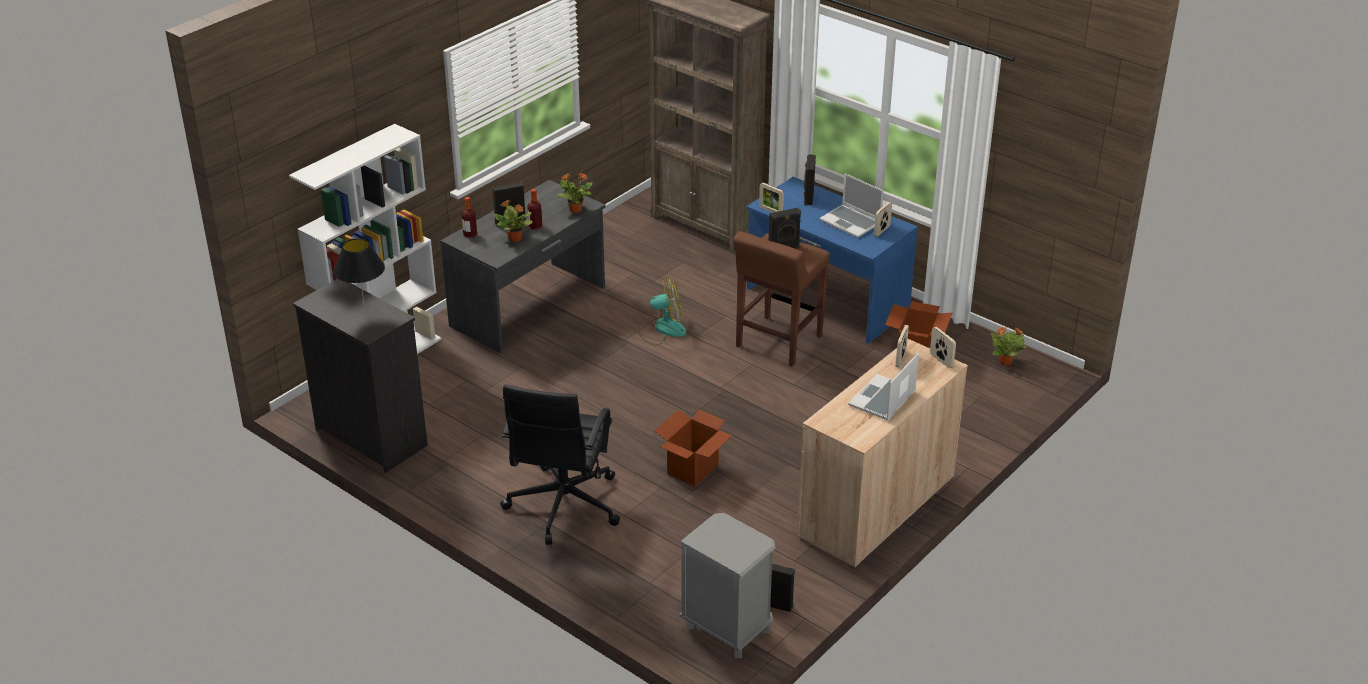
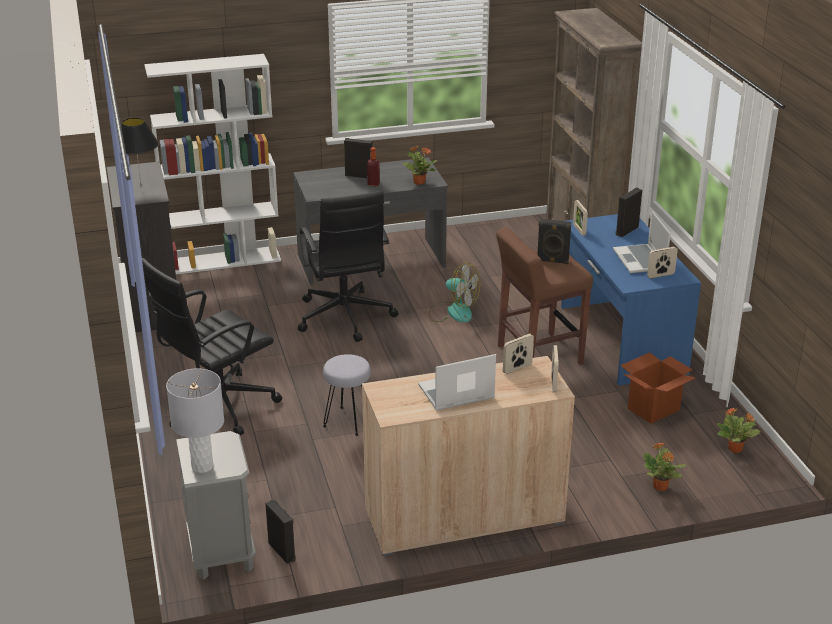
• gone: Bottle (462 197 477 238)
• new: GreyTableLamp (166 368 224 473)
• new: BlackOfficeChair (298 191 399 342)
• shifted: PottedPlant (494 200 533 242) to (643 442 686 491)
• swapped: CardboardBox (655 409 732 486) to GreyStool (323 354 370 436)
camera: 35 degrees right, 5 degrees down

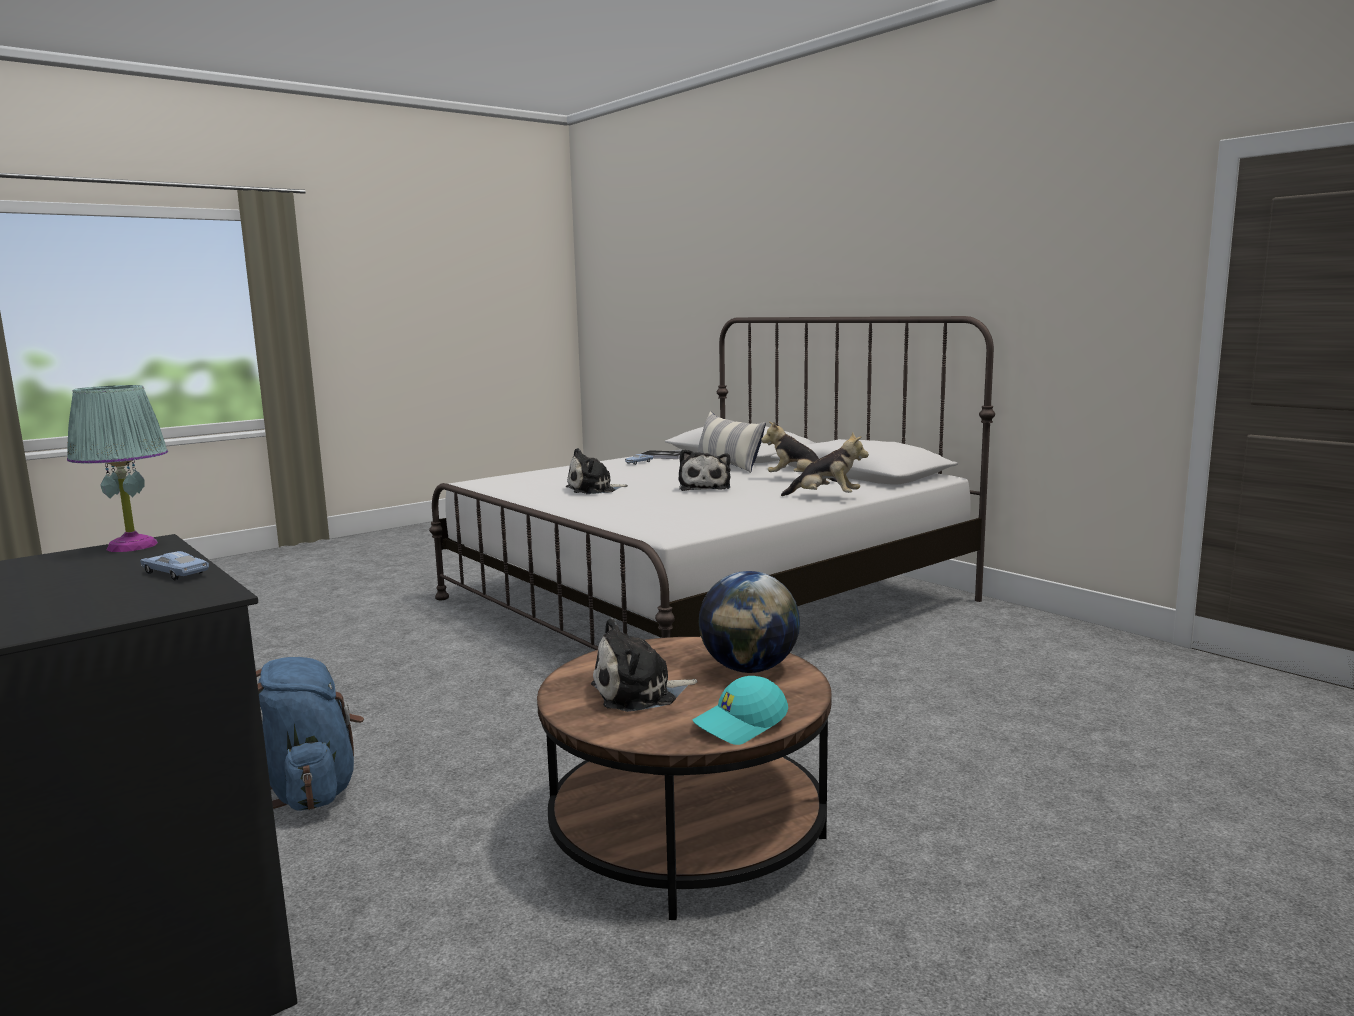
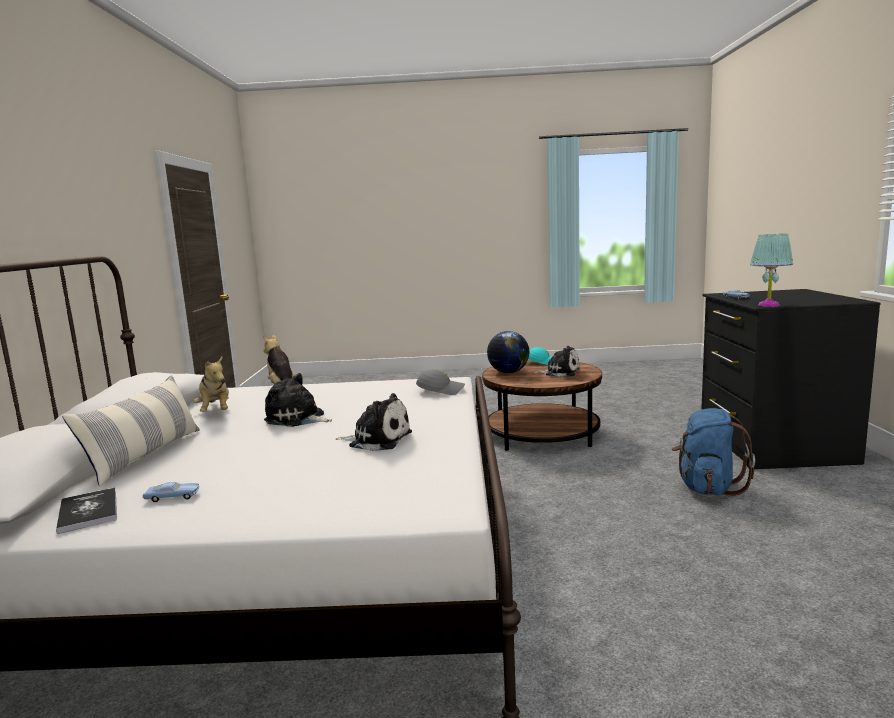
• new: GreyCap (416 369 465 395)
• rotated: PlushToy (678 449 731 491) = (264 373 332 427) 105 degrees counterclockwise
camera: 140 degrees left, 0 degrees up

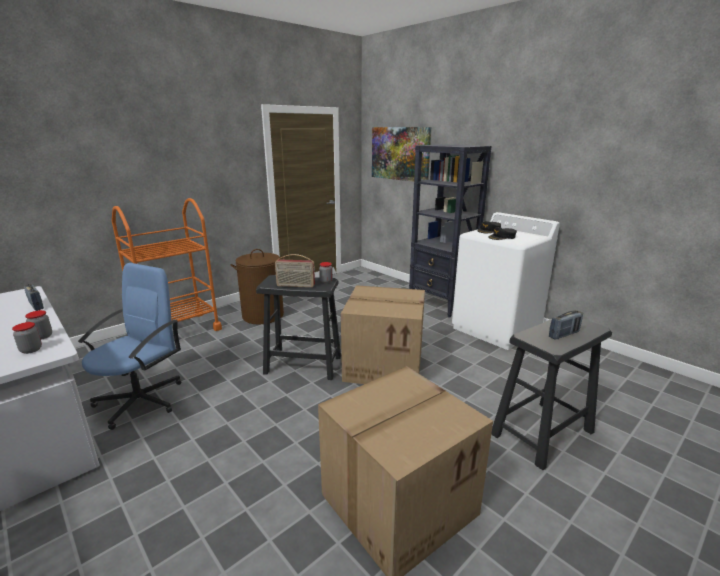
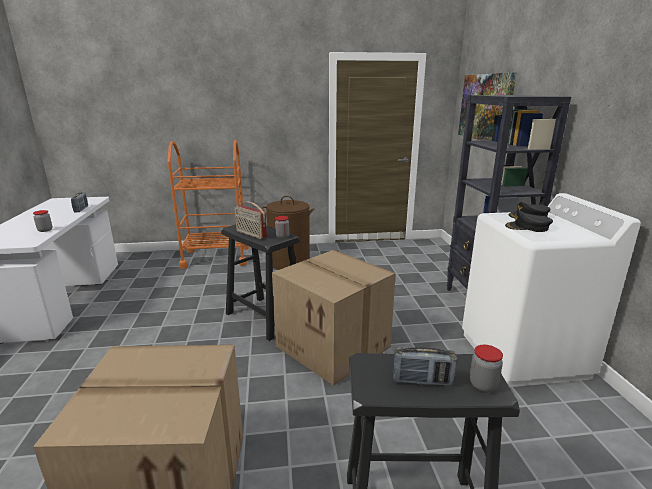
• gone: BlueOfficeChair (78 263 181 430)
• shifted: Jar (12 322 42 354) to (469 345 503 392)
camera: 35 degrees right, 0 degrees up

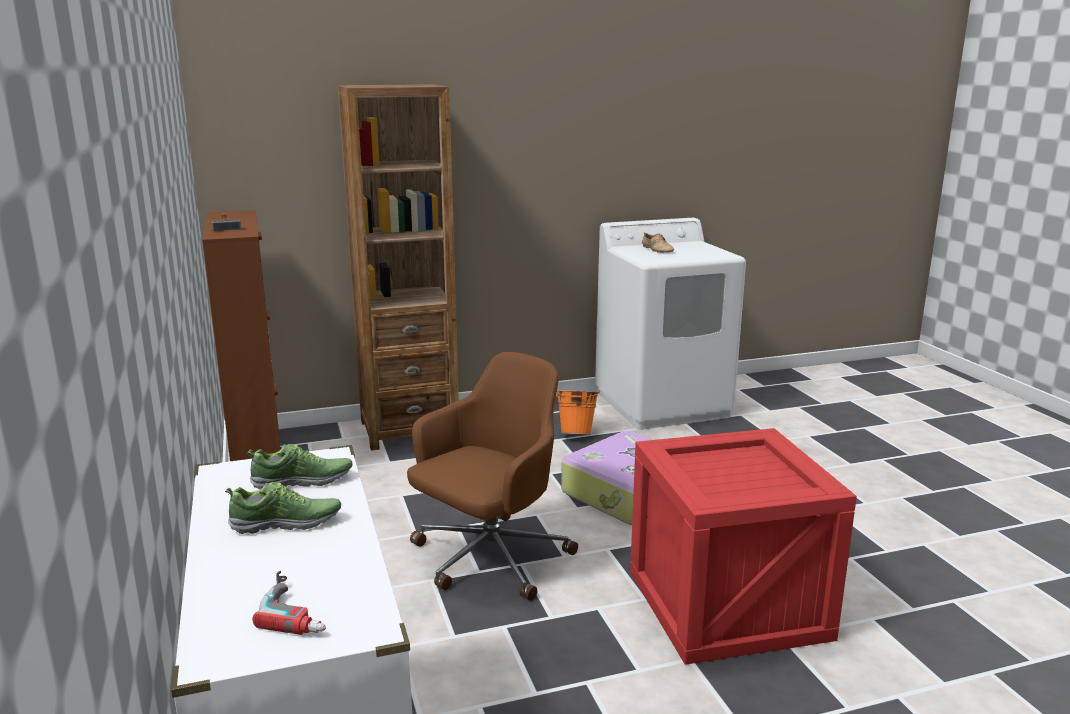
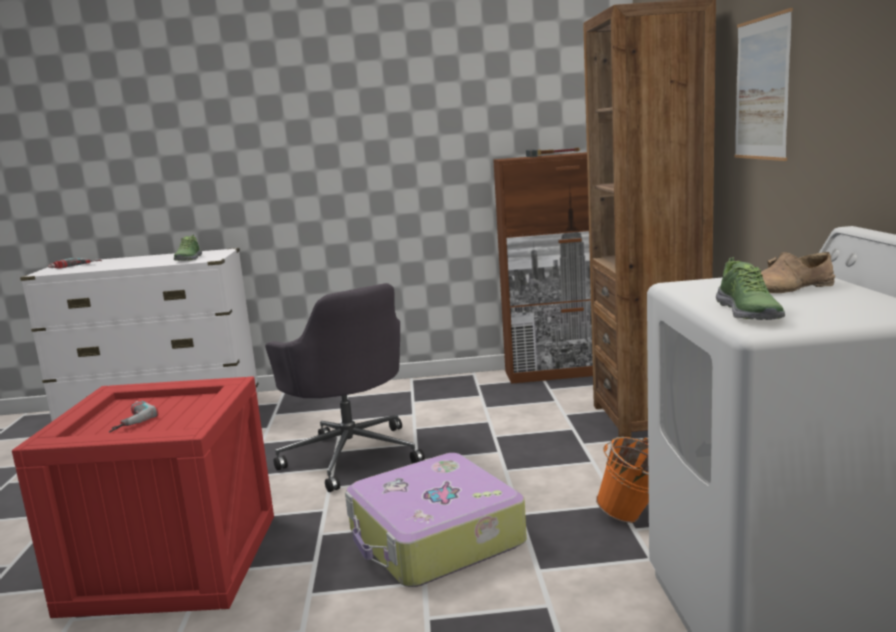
• new: PowerDrill (109 401 158 433)
• new: Picture (734 8 793 161)
• shifted: Shoe (225 482 341 534) to (716 257 785 320)
• repainted: BrownOfficeChair (407 352 578 601) to GreyOfficeChair (265 283 425 492)
camera: 105 degrees right, 5 degrees down

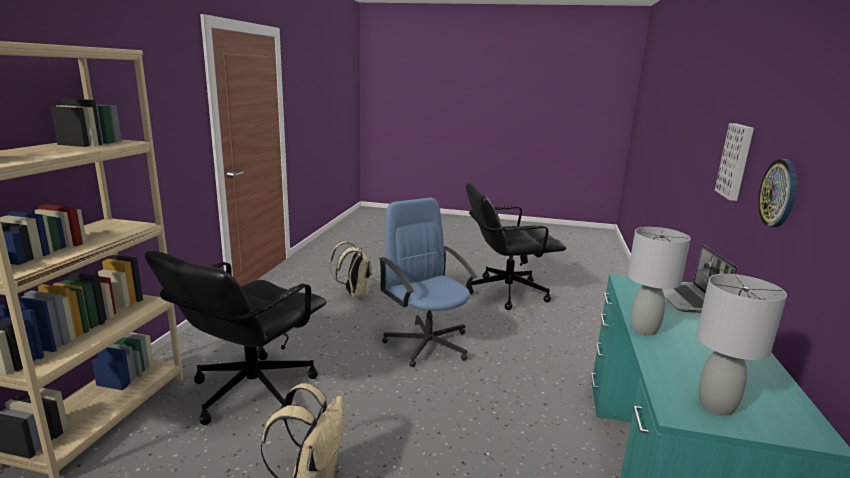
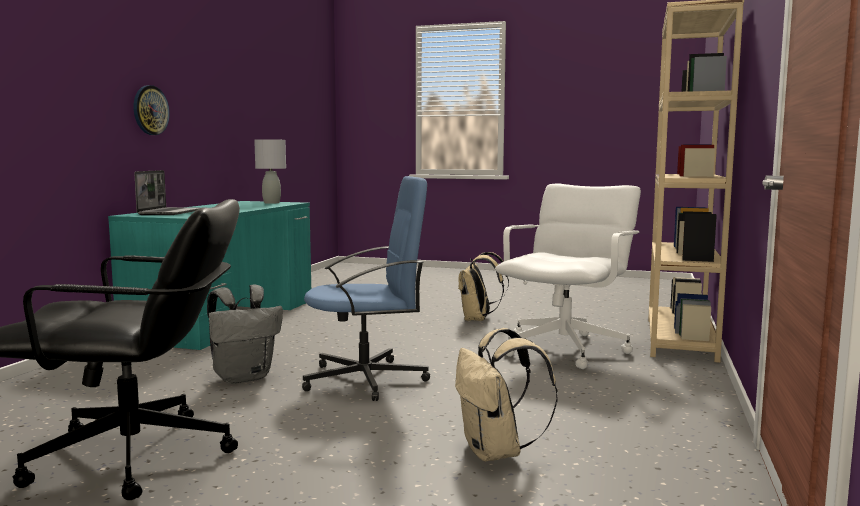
• gone: GreyTableLamp (628 227 691 335)
• gone: Picture (715 123 754 201)
• new: GreyBackpack (207 284 283 384)
• repainted: BlackOfficeChair (145 251 326 425) to WhiteOfficeChair (495 184 641 369)
• rotated: BlueOfficeChair (379 197 478 367) = (302 176 430 401) 75 degrees counterclockwise
camera: 175 degrees left, 10 degrees down

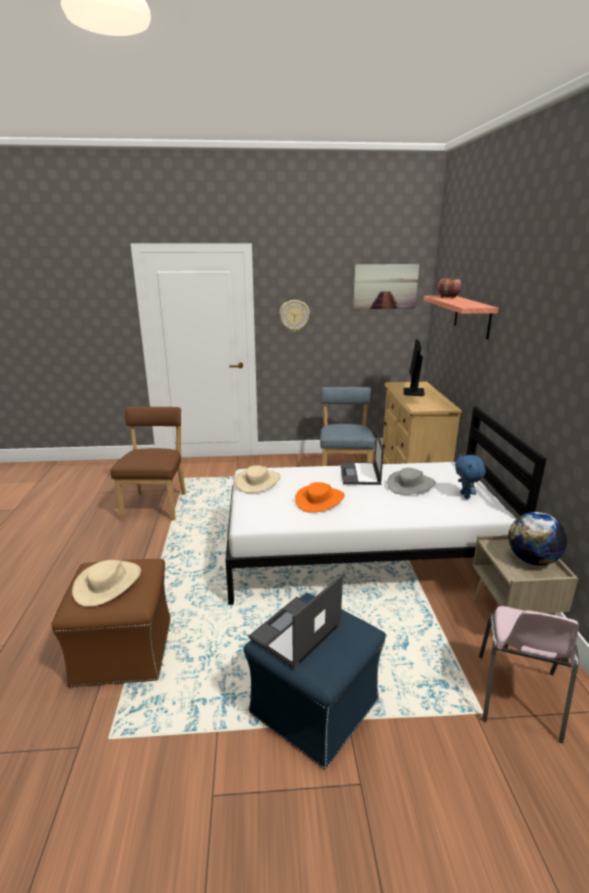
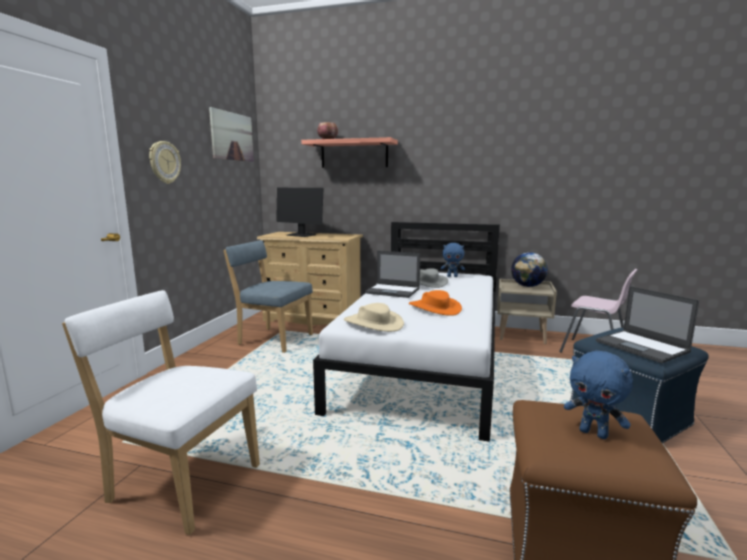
• swapped: BeigeHat (72 560 141 607) to BluePlushToy (564 351 633 439)
• repainted: BrownChair (111 407 186 520) to WhiteChair (62 290 260 535)
camera: 70 degrees left, 10 degrees down

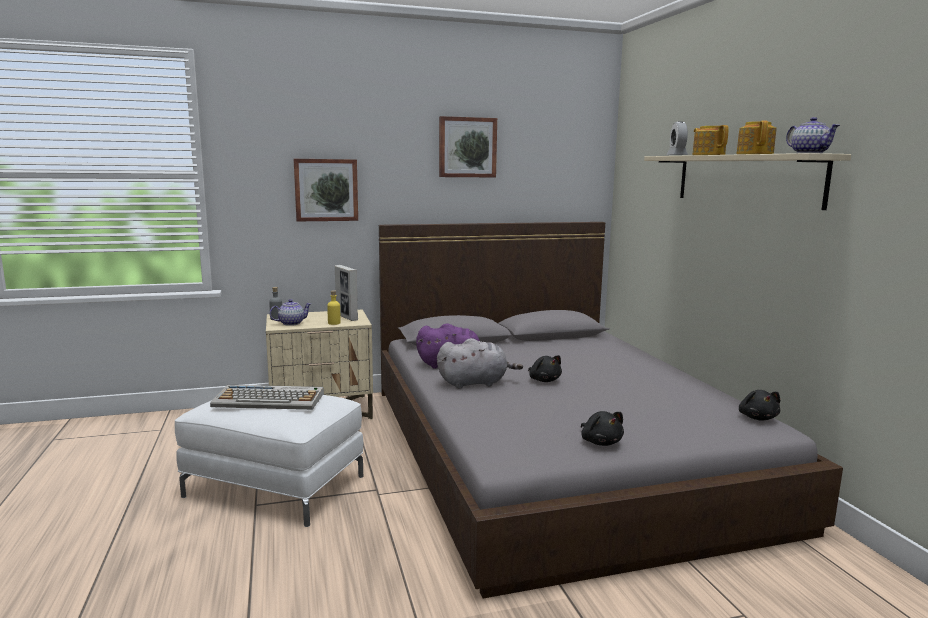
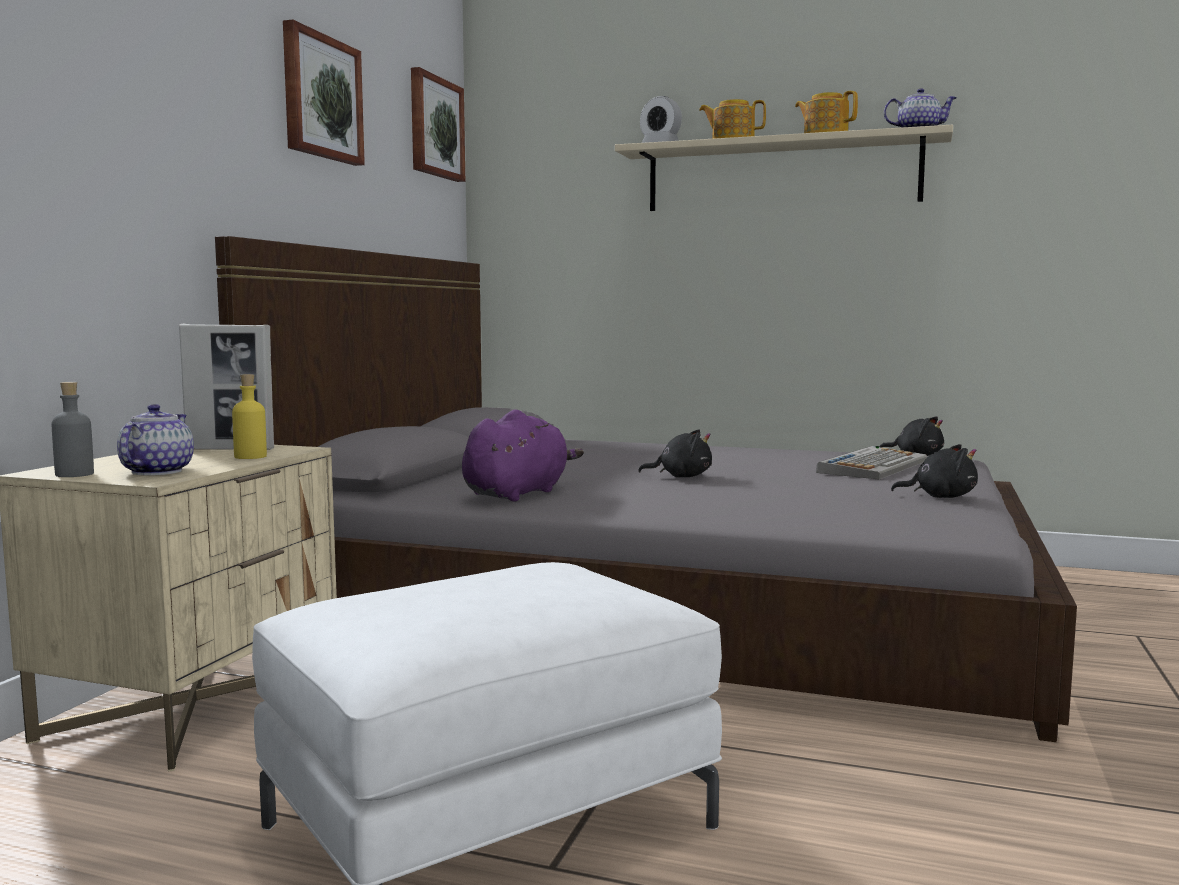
• gone: GreyPlushToy (437 338 523 389)
• shifted: Keyboard (210 385 324 410) to (816 446 927 479)
• shifted: Picture (294 159 358 221) to (411 67 465 182)
camera: 55 degrees left, 5 degrees down

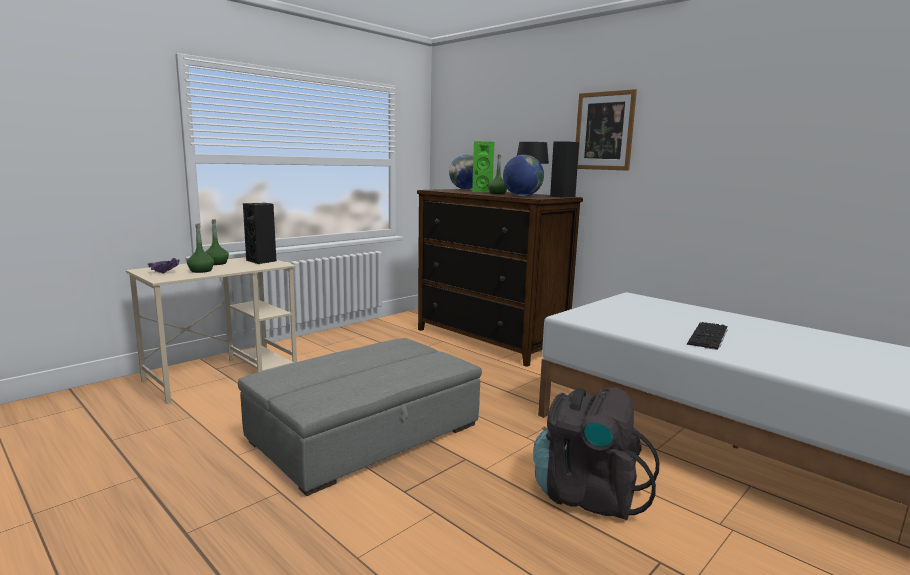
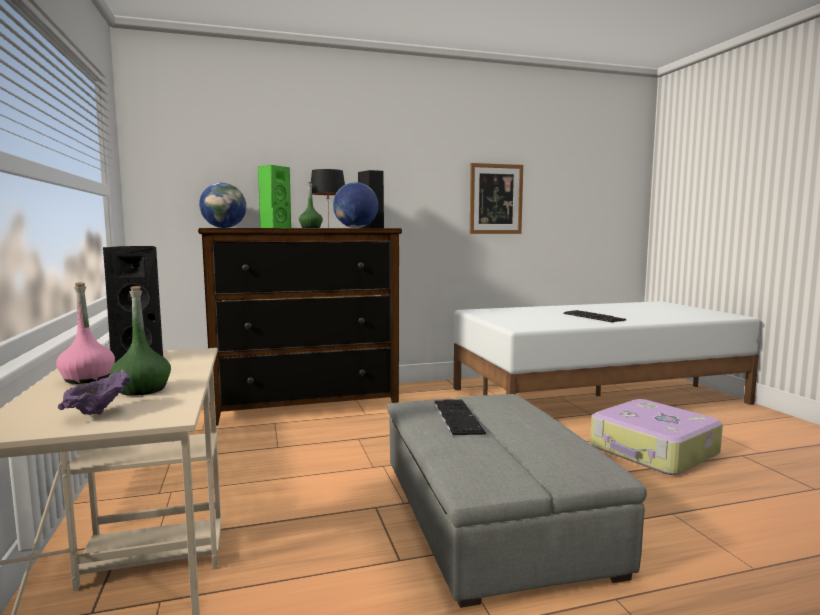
• new: Keyboard (435 400 486 436)
• shifted: Picture (576 89 637 171) to (470 163 523 234)
• swapped: BlackBackpack (533 388 659 520) to Suitcase (590 399 723 475)
• repainted: GreenBottle (205 219 229 265) to PinkBottle (56 282 115 384)
camera: 60 degrees left, 5 degrees down

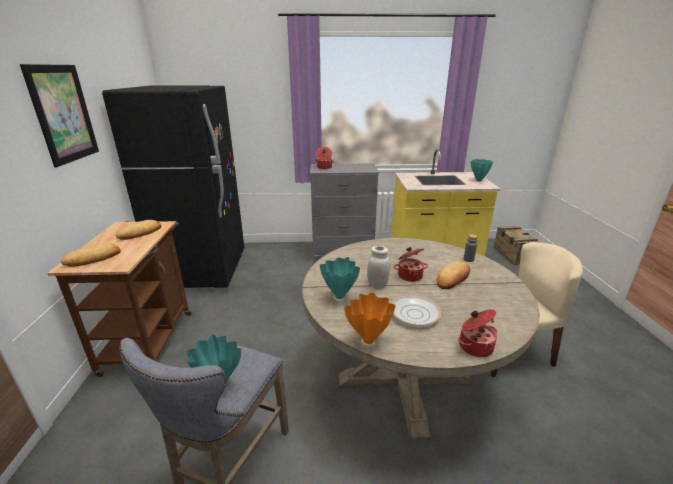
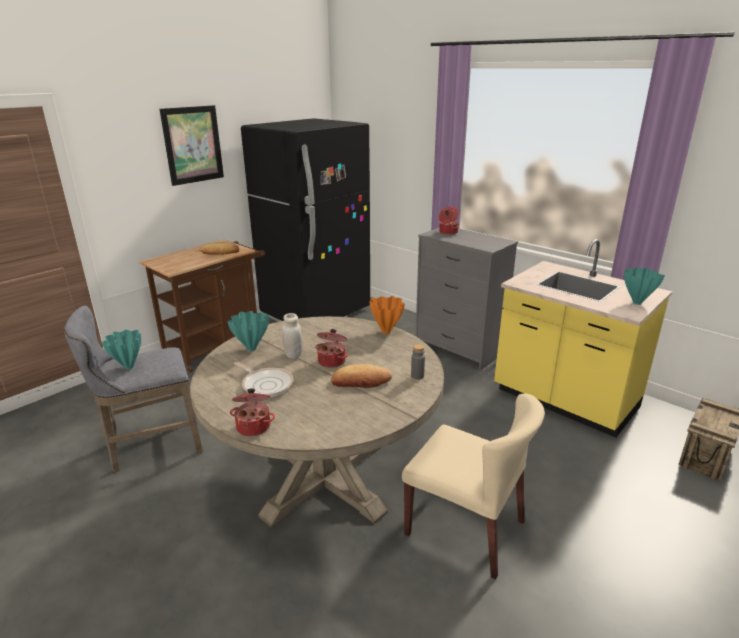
• gone: Bread (61 243 120 267)
• shifted: OrangeVase (344 293 396 344) to (370 296 405 334)
camera: 45 degrees right, 0 degrees up

